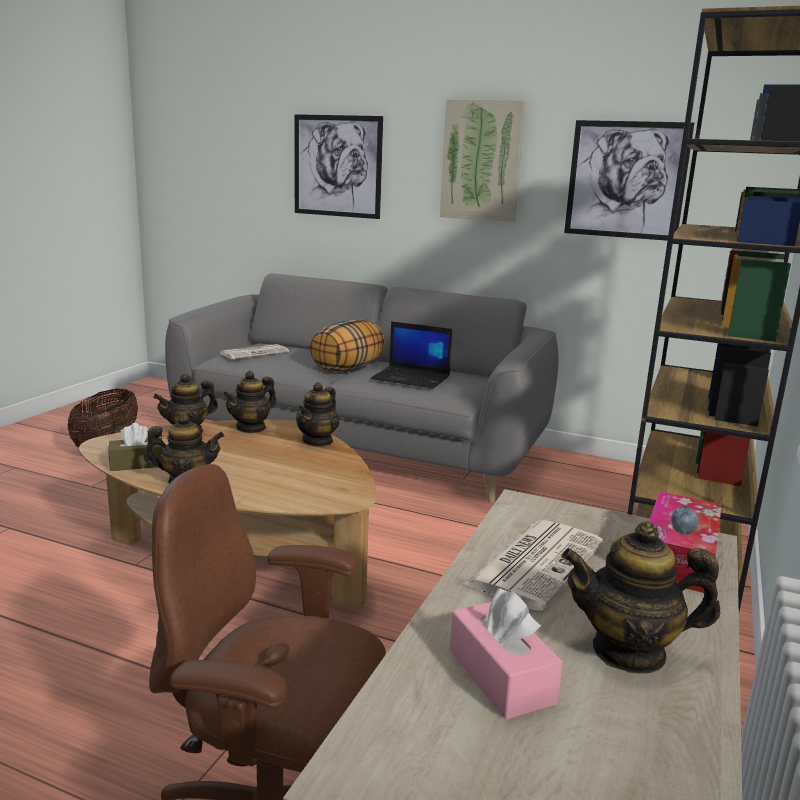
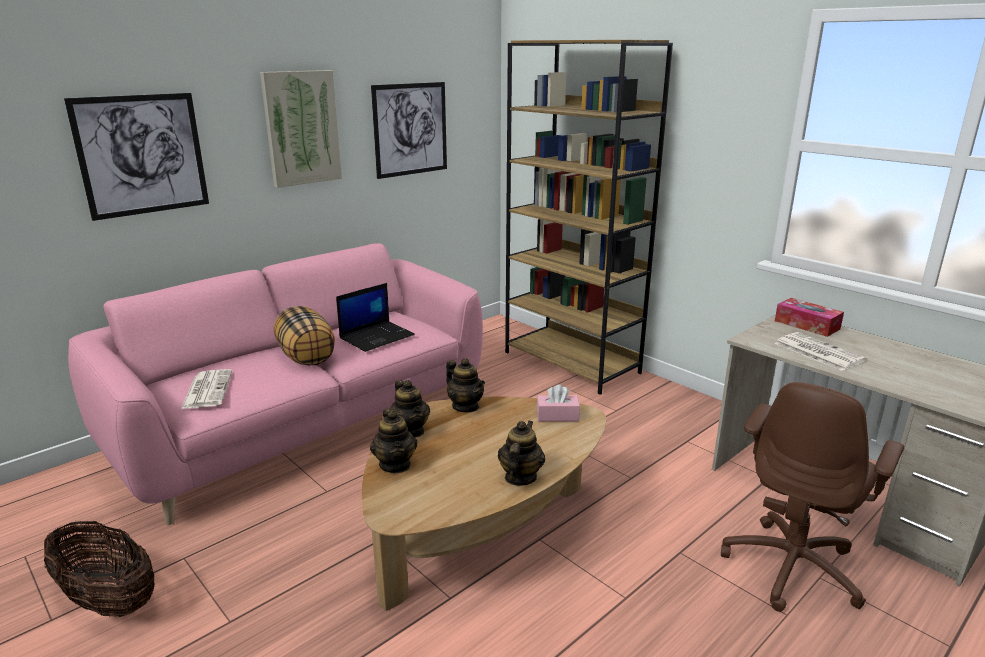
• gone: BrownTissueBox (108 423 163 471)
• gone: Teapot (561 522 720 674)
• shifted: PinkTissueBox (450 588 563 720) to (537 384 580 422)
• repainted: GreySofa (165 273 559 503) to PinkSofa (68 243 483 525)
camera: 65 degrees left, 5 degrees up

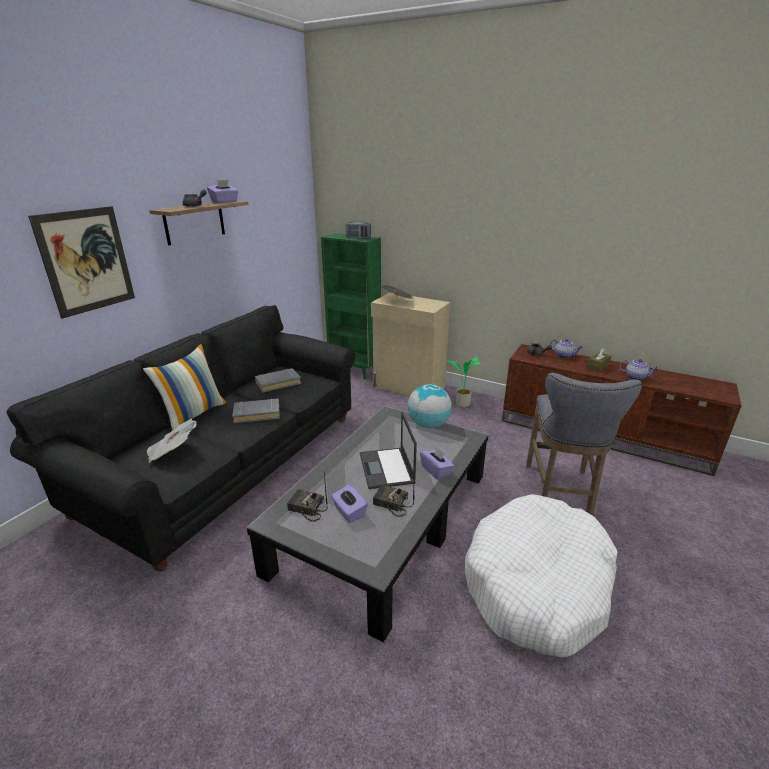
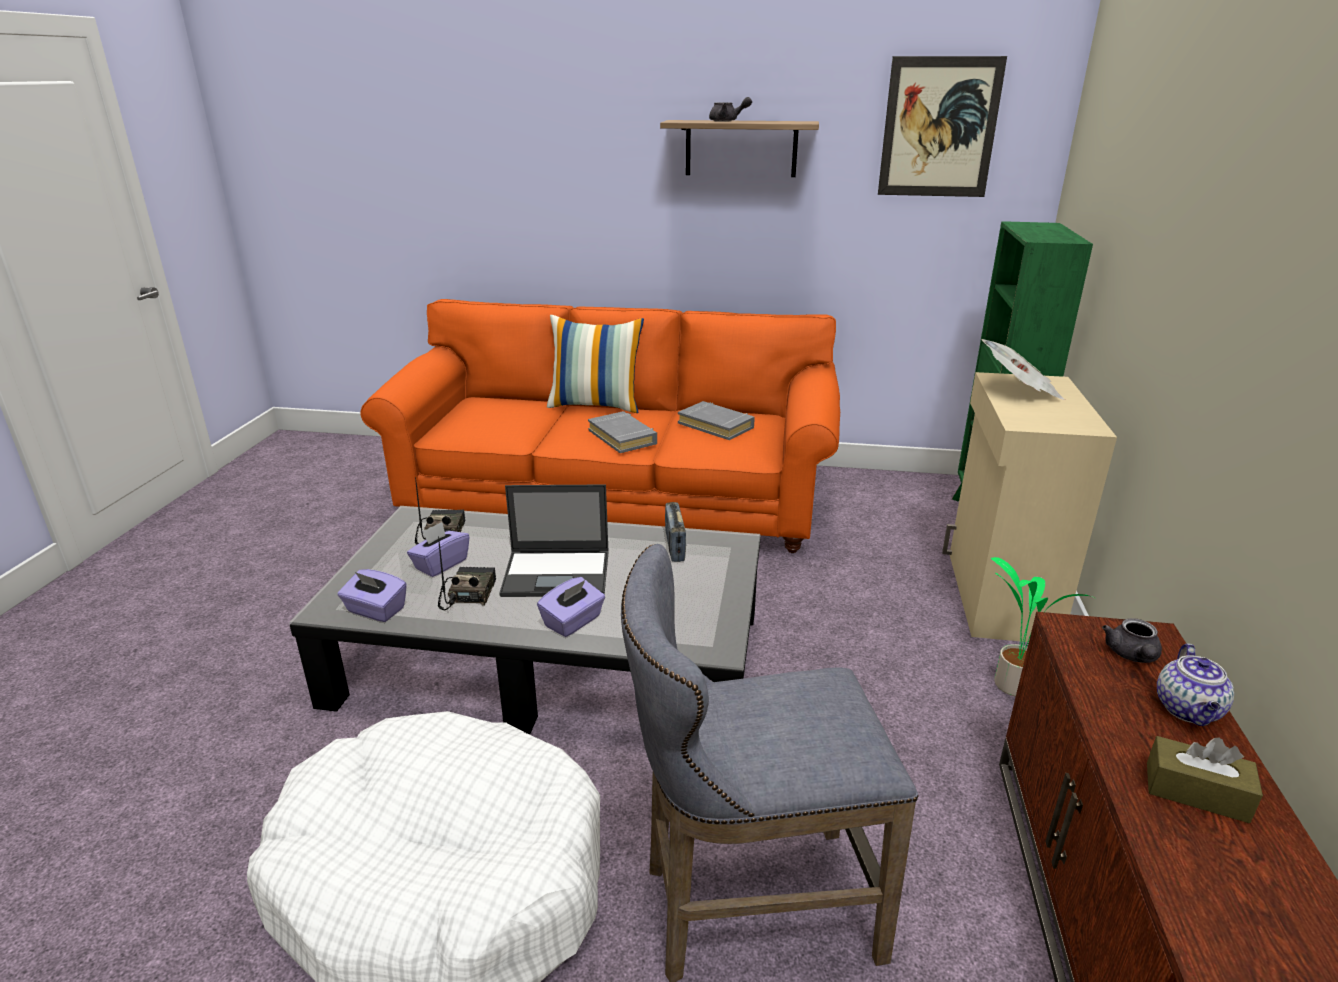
• gone: Newspaper (147 419 196 463)
• gone: Globe (407 384 452 428)
• gone: Teapot (619 359 659 381)
• shifted: Picture (28 206 135 319) to (878 56 1007 197)
• shifted: PurpleTissueBox (207 180 239 203) to (338 569 407 622)
• shifted: Radio (346 221 371 239) to (665 502 686 562)
• repainted: BlackSofa (7 305 355 571) to OrangeSofa (360 299 840 553)
• rotated: Laptop (360 411 417 489) = (499 484 609 597) 150 degrees counterclockwise
camera: 70 degrees right, 0 degrees up

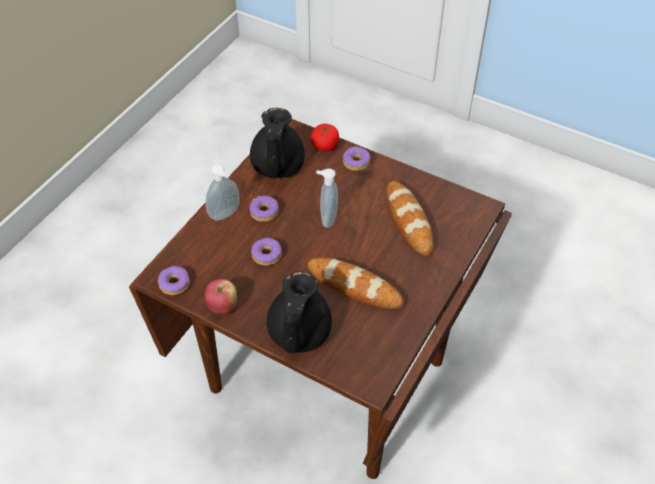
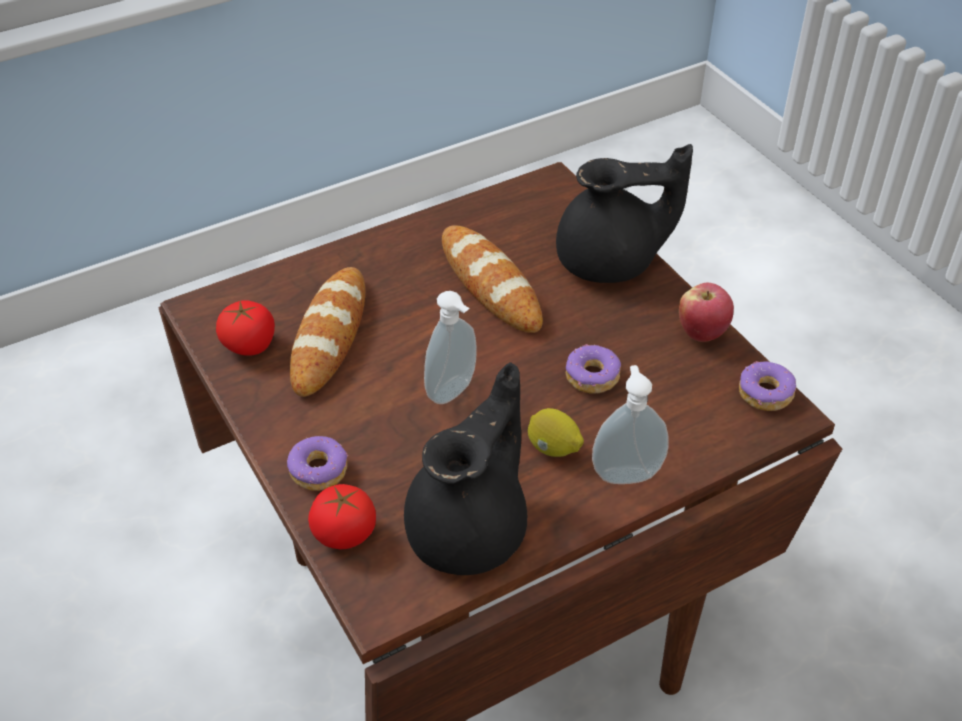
• new: Tomato (216 300 275 356)
• swapped: Donut (249 196 279 222) to Lemon (528 408 584 457)
• rotated: BlackTeapot (267 271 332 354) = (556 144 693 283) 45 degrees clockwise
camera: 150 degrees left, 5 degrees down

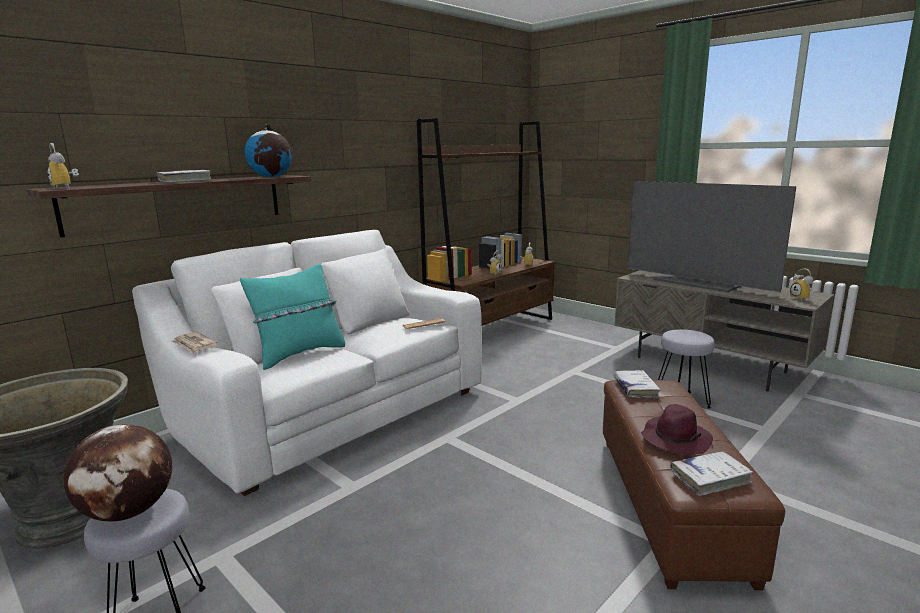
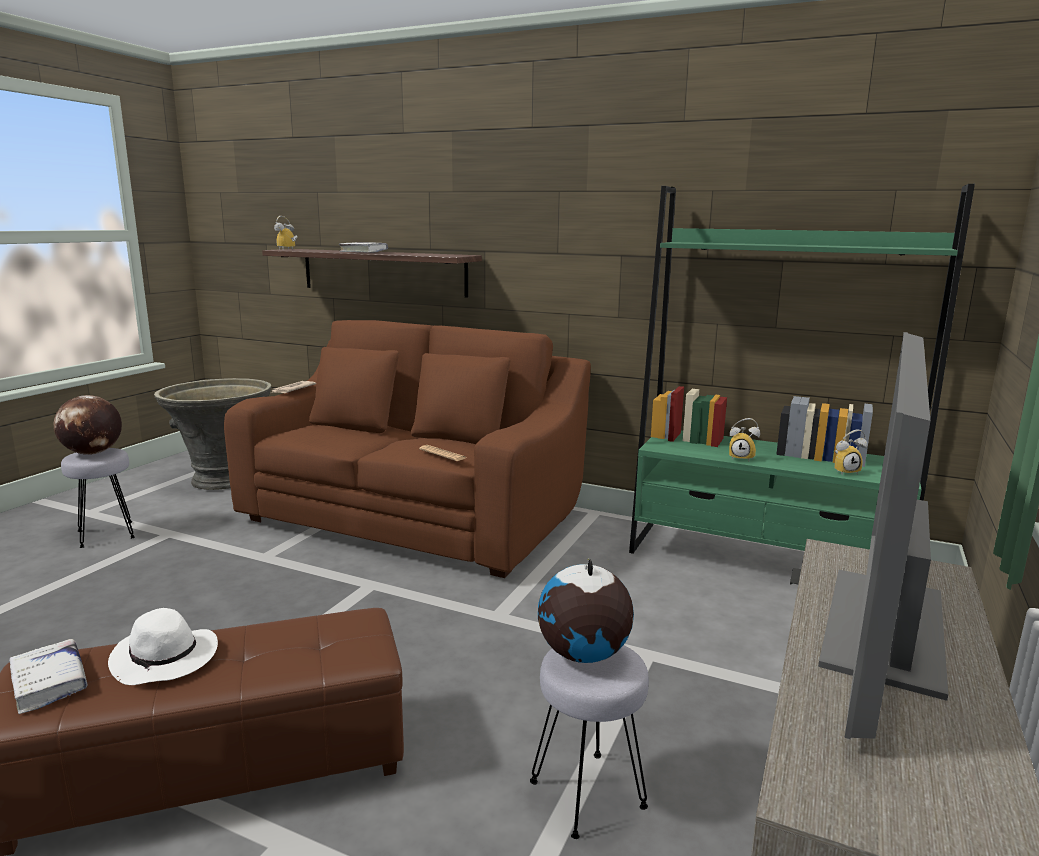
• gone: TurquoisePillow (240 264 345 370)
• gone: WhiteBook (613 370 660 399)
• gone: AlarmClock (790 269 813 301)
• shifted: Globe (244 123 292 177) to (538 558 634 663)
• repainted: WhiteSofa (132 230 482 496) to BrownSofa (224 320 591 578)
• repainted: BrownBookcase (417 118 555 326) to GreenBookcase (629 184 975 554)
• repainted: PurpleHat (641 404 713 454) to WhiteHat (108 608 218 685)
camera: 70 degrees right, 0 degrees up

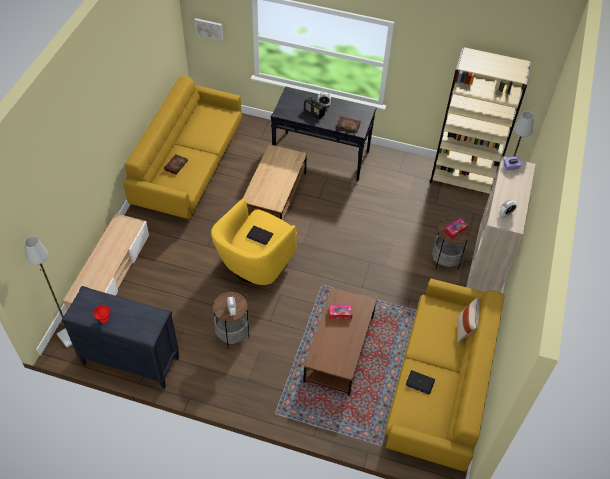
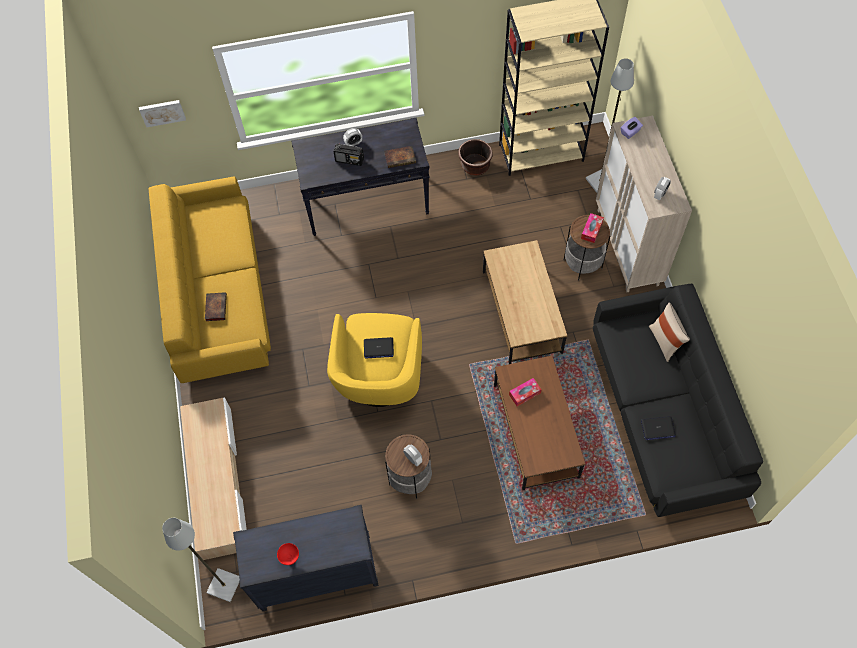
• new: BrownPlanter (458 139 493 176)
• shifted: BrownCoffeeTable (243 144 307 220) to (483 240 567 364)
• repainted: YellowSofa (385 279 505 472) to BlackSofa (593 284 763 517)
camera: 25 degrees left, 10 degrees up

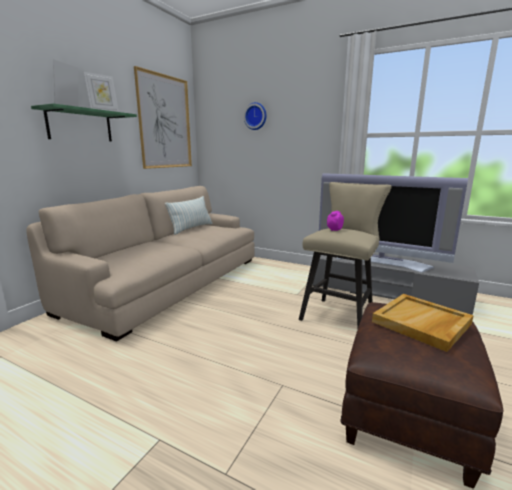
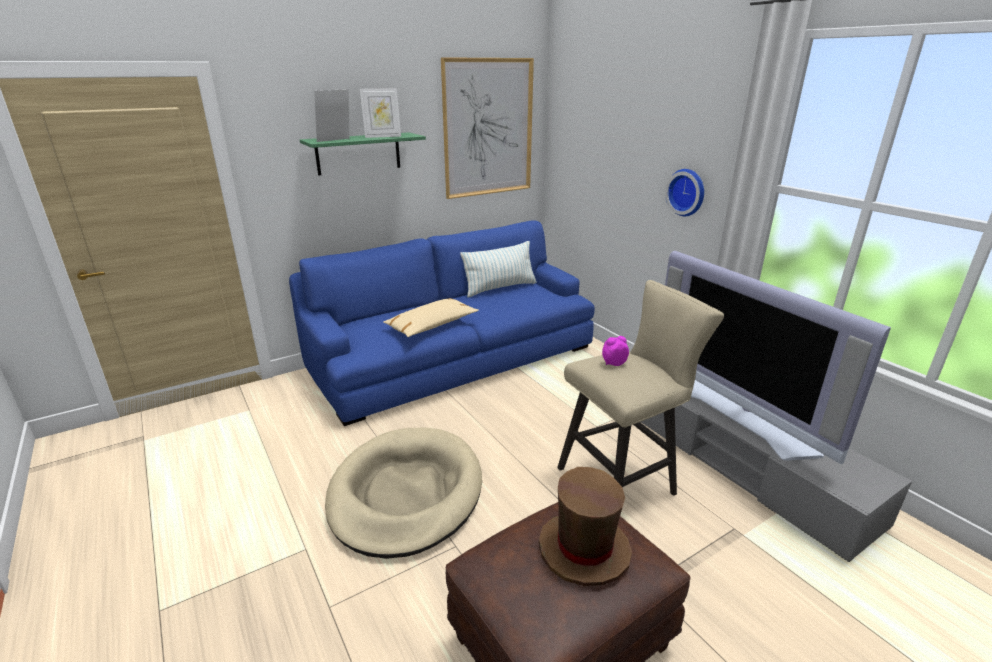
• new: BeigeDogBed (325 428 482 559)
• new: BeigePillow (383 298 479 337)
• shifted: WallClock (244 102 267 130) to (665 169 704 216)
• swapped: BeigeTray (372 294 474 352) to BrownHat (538 467 632 586)
• repainted: BeigeSofa (26 186 255 342) to BlueSofa (289 220 595 426)
camera: 30 degrees right, 10 degrees up

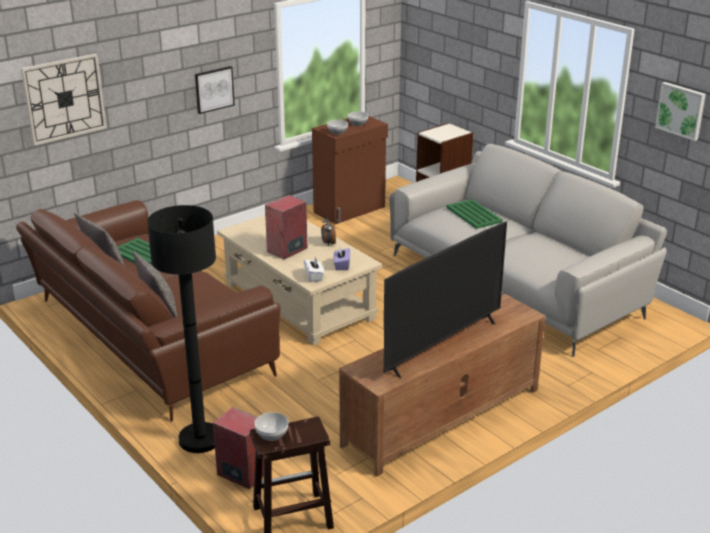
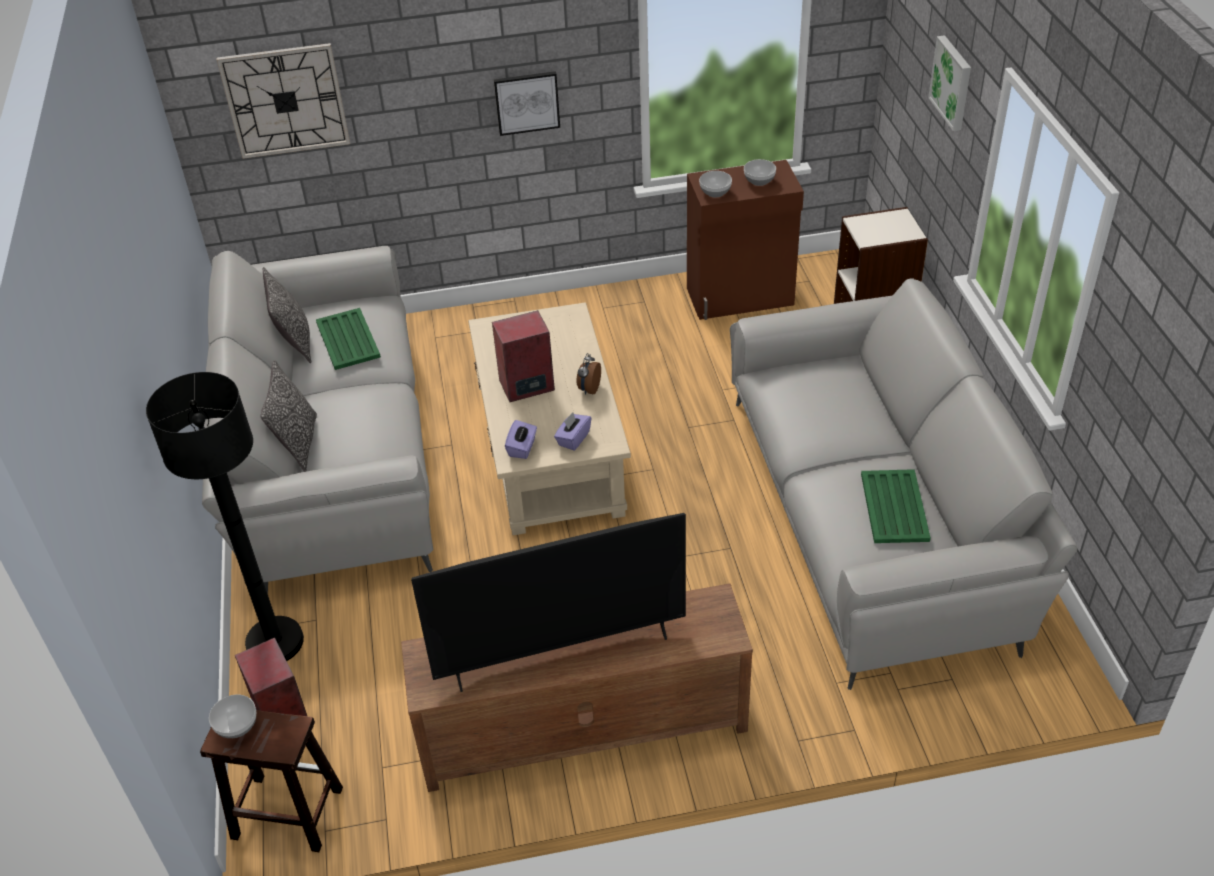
• shifted: GreenTray (447 199 503 229) to (861 469 931 543)
• shifted: Picture (655 82 706 141) to (928 35 971 131)
• repainted: BrownSofa (16 200 281 422) to GreySofa (202 246 433 594)
• repainted: WhiteTissueBox (304 257 325 282) to PurpleTissueBox (505 420 537 459)
camera: 30 degrees right, 15 degrees up

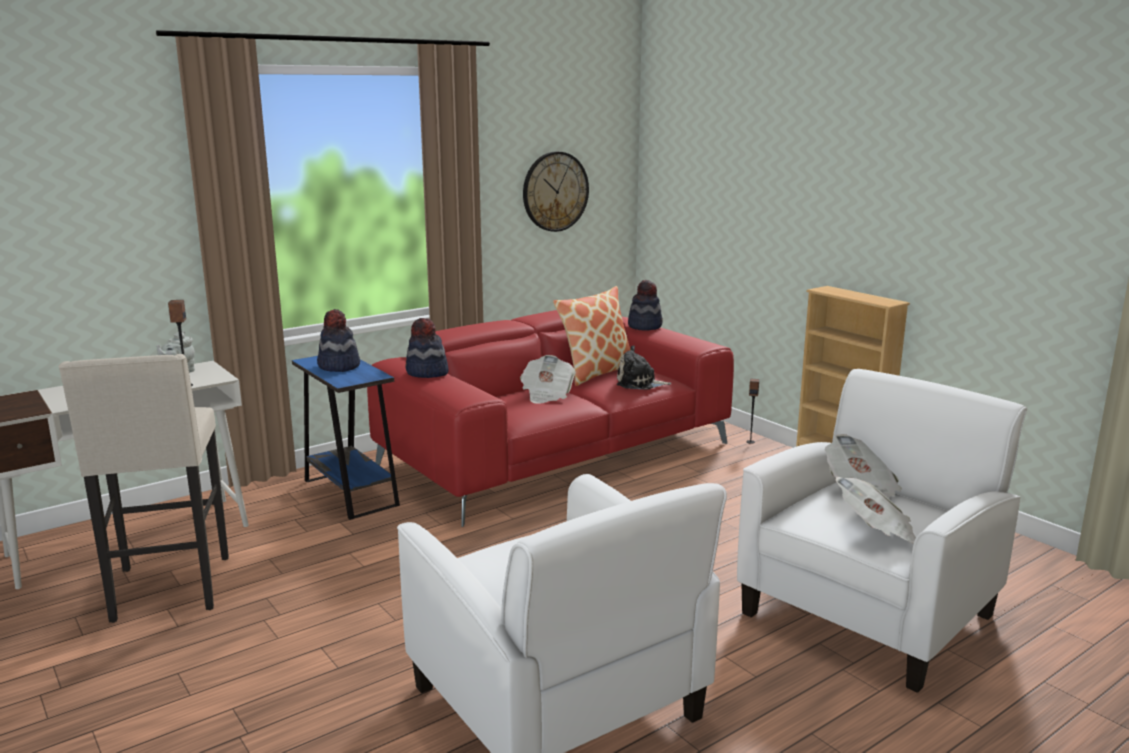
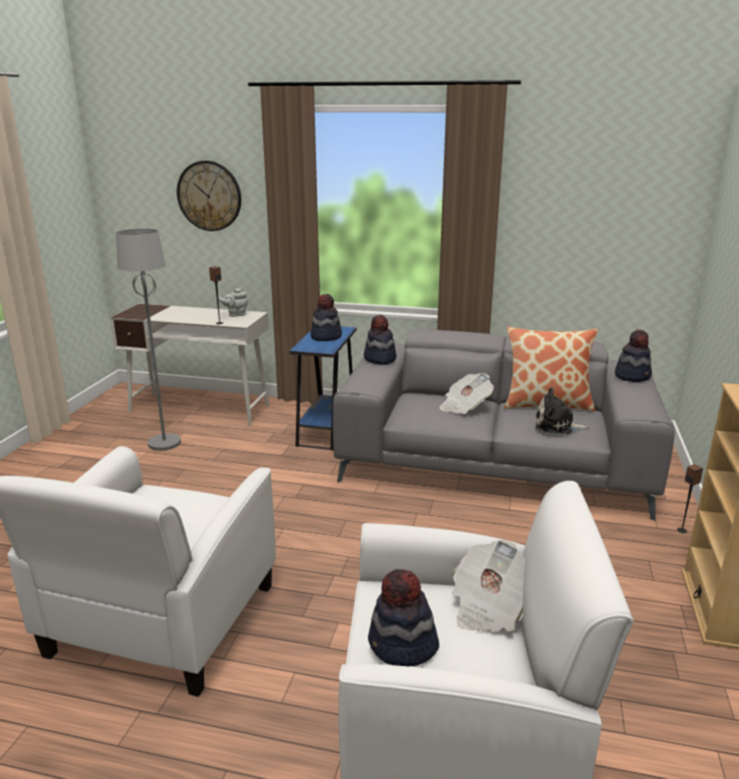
• shifted: WallClock (523 152 589 232) to (177 161 241 231)
• swapped: BeigeStool (58 354 229 623) to GreyFloorLamp (116 228 181 451)
• swapped: Newspaper (836 477 916 544) to Hat (368 569 439 666)
• repainted: RedSofa (367 310 734 527) to GreySofa (333 329 675 521)
• rotated: PlushToy (617 345 672 390) = (535 388 589 435) 45 degrees counterclockwise
camera: 50 degrees right, 5 degrees up

